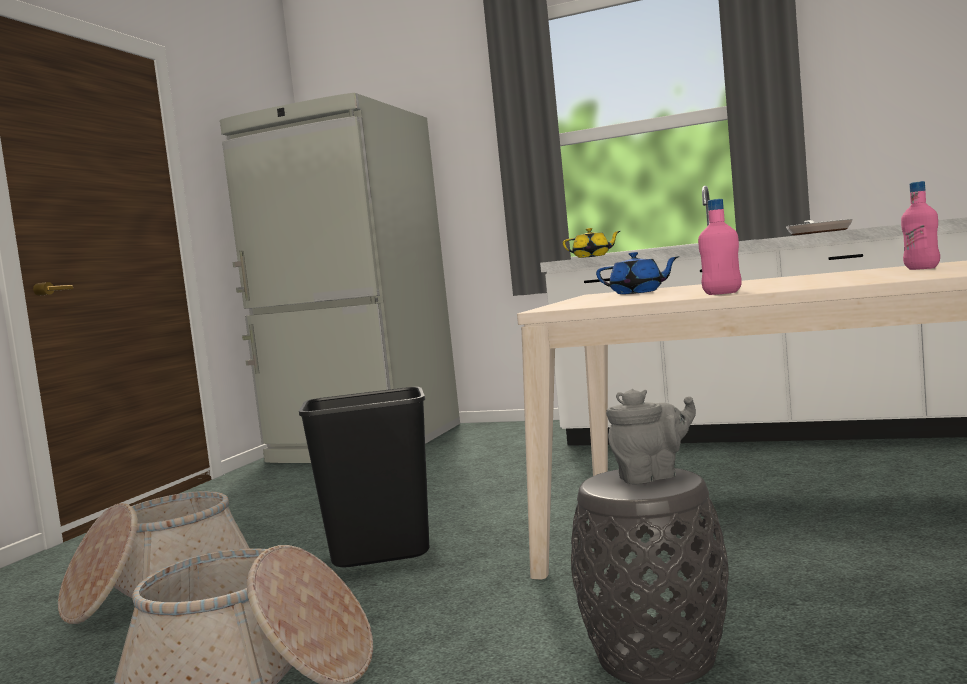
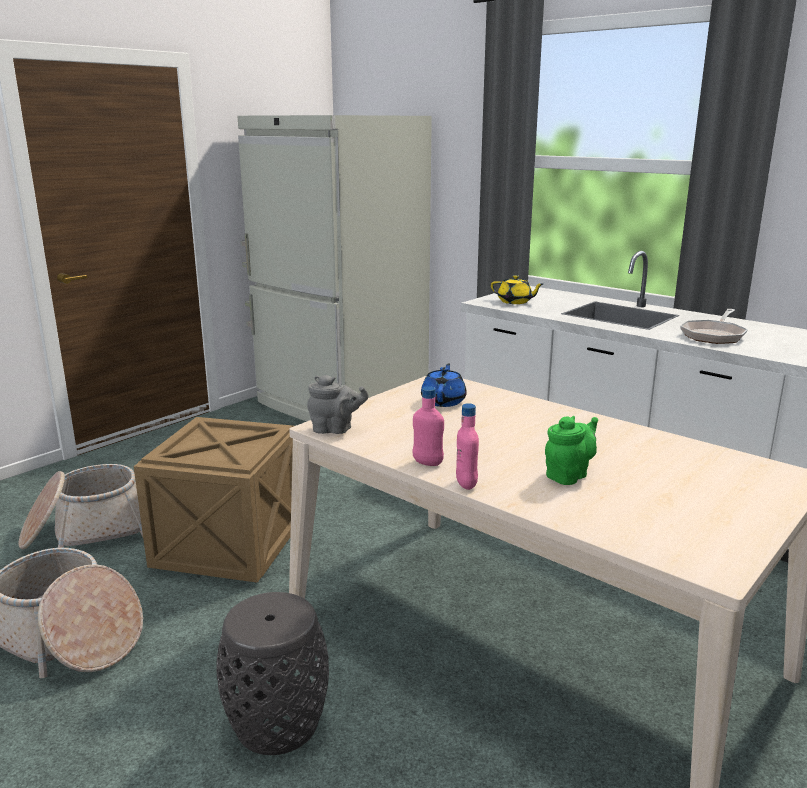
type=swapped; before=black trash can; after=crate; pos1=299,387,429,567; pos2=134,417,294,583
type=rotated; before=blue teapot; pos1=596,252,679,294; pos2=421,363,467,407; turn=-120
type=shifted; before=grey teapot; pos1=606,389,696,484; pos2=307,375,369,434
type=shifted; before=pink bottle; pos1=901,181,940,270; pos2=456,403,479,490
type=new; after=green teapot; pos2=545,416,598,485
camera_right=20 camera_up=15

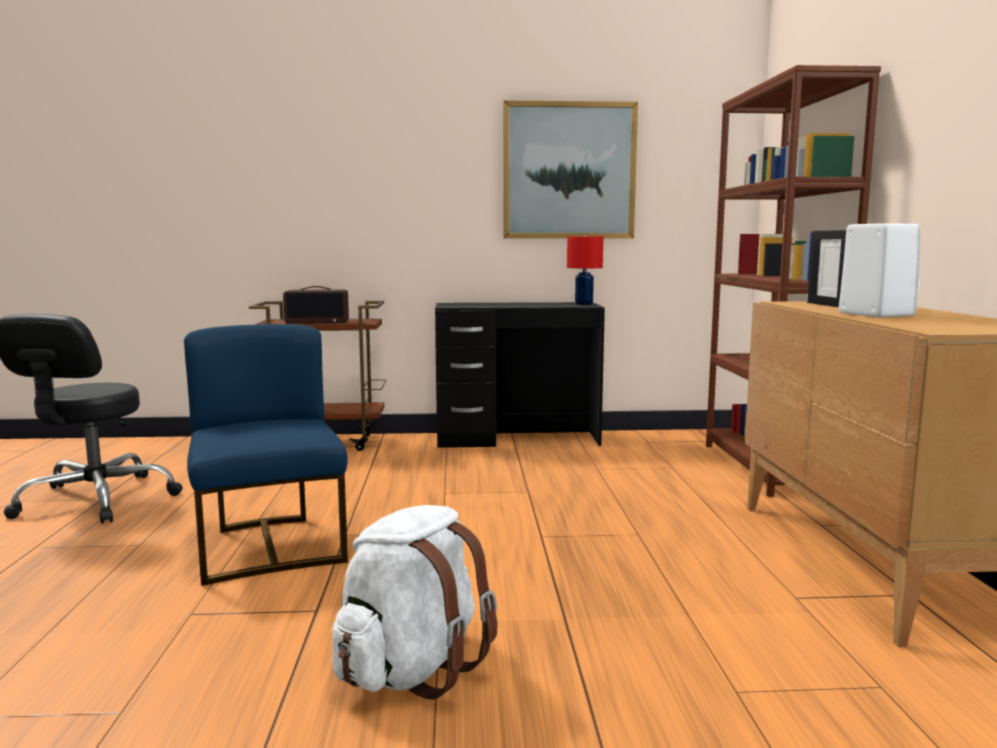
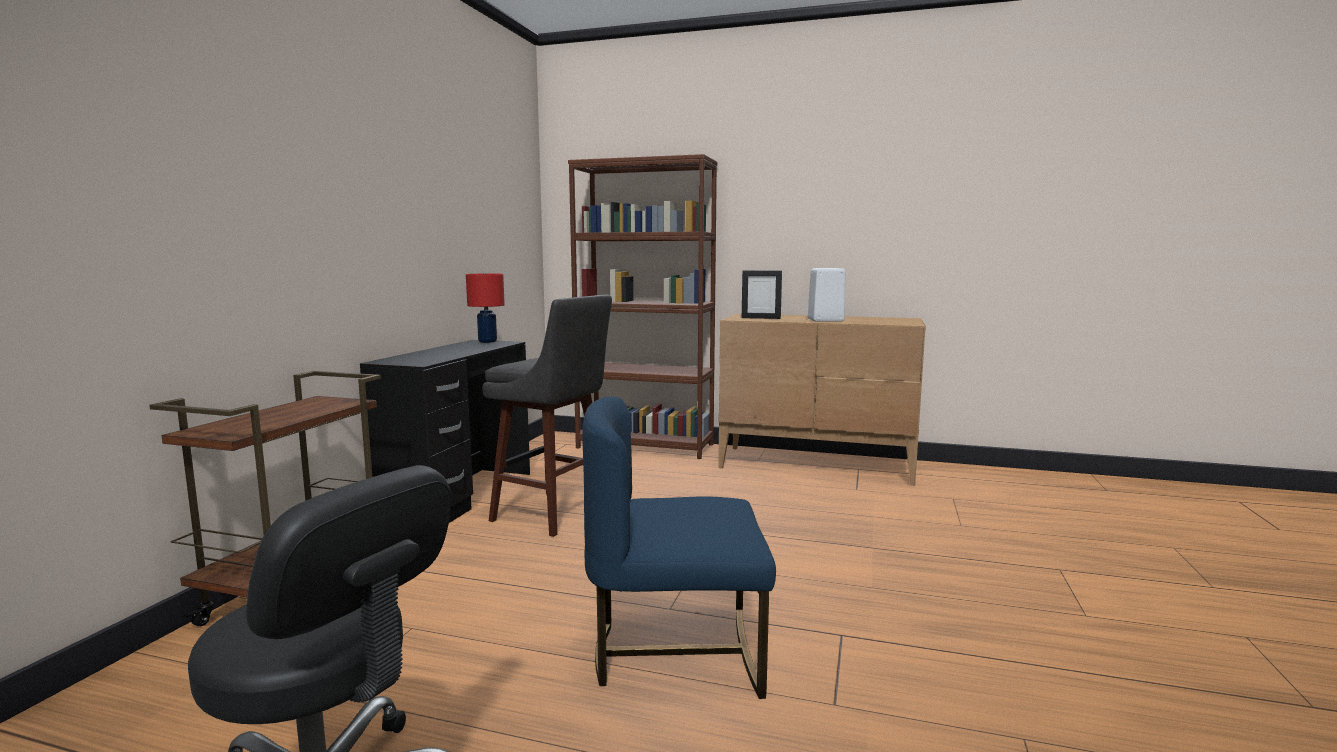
type=gone; before=radio; pos1=283,286,349,324
type=gone; before=white backpack; pos1=332,505,497,700
type=gone; before=picture; pos1=503,100,638,238
type=new; after=grey stool; pos2=483,295,612,537
camera_right=-70 camera_up=0

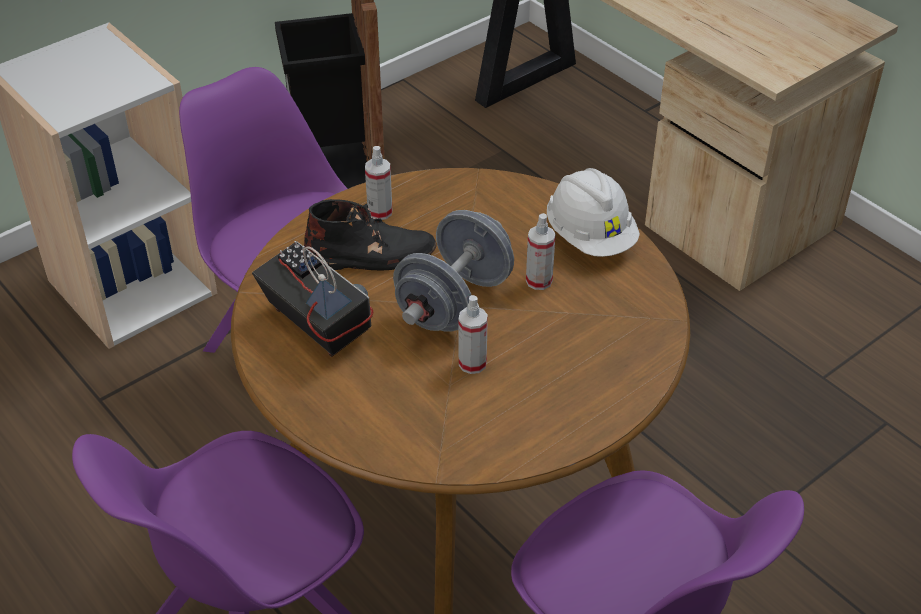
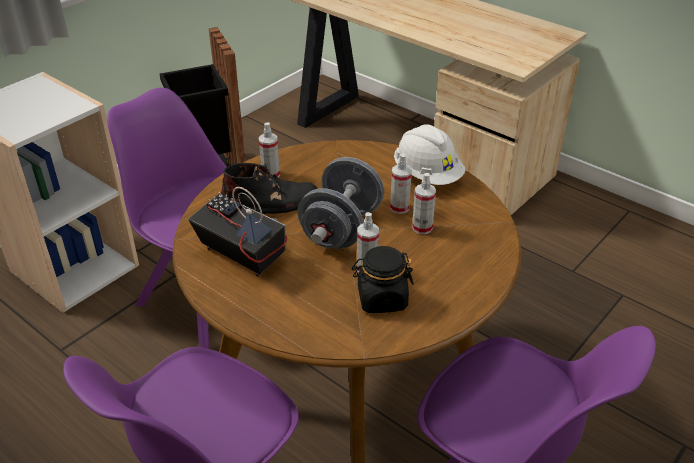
type=new; after=black jar; pos2=352,246,414,313
type=new; after=spray bottle; pos2=412,173,436,234
camera_right=-10 camera_up=-5

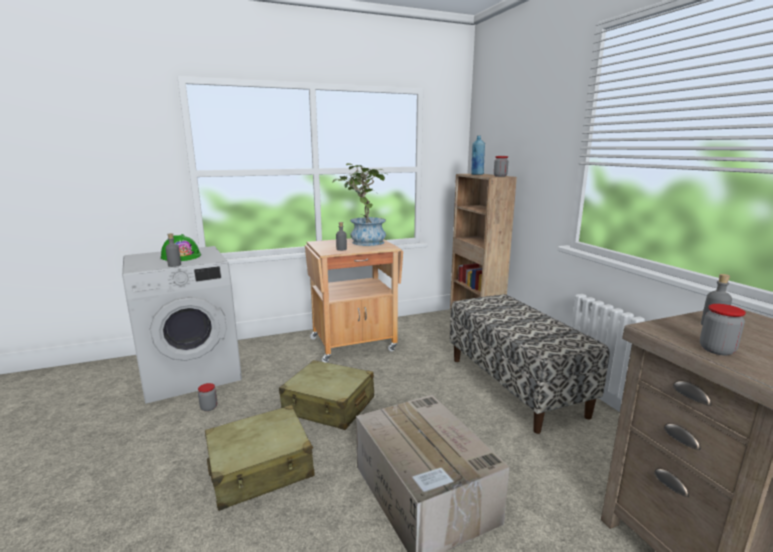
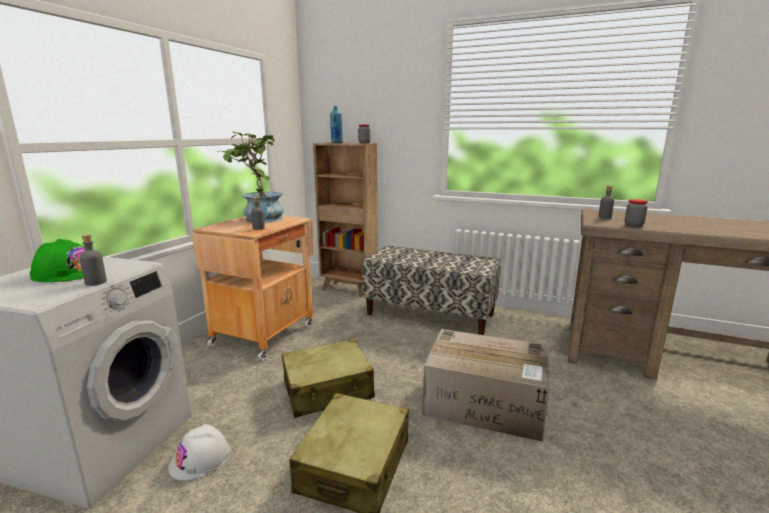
type=swapped; before=jar; after=white hard hat; pos1=198,383,217,411; pos2=168,424,231,480
camera_right=-45 camera_up=0

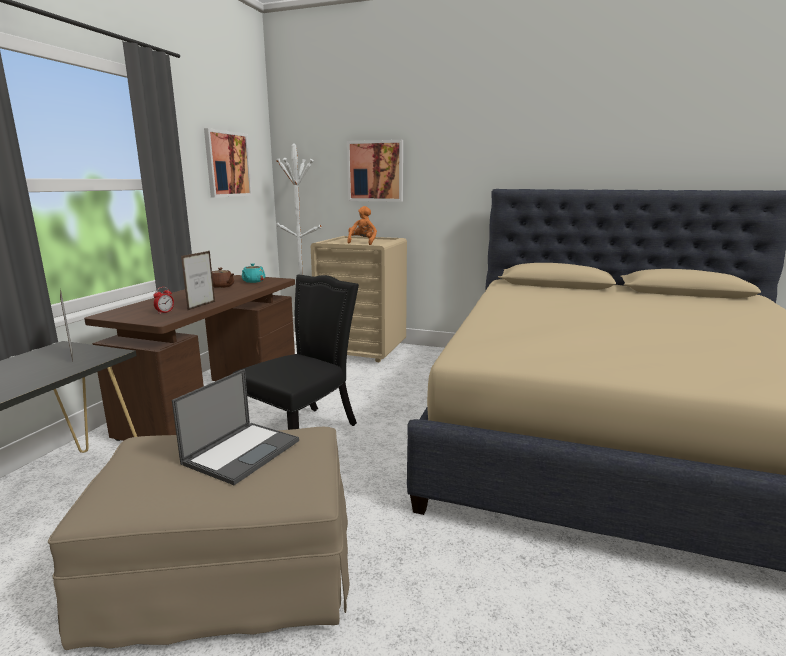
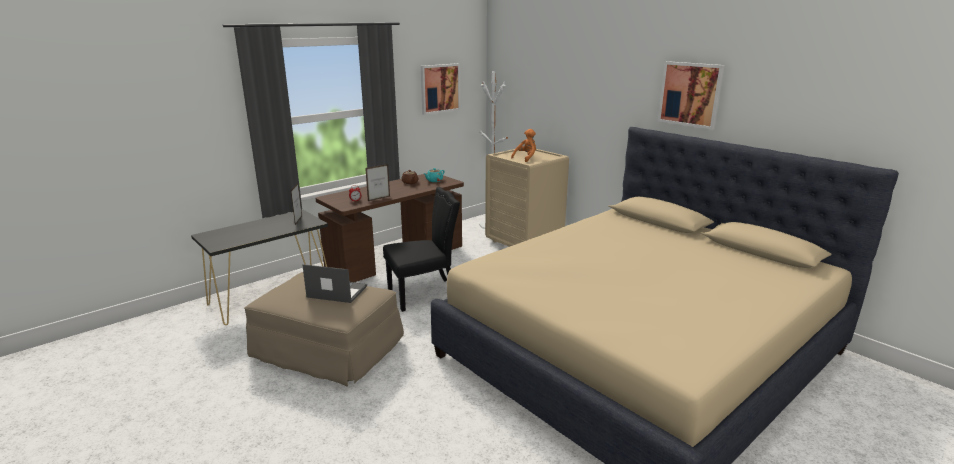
type=rotated; before=laptop; pos1=172,369,299,485; pos2=302,264,367,303; turn=-135
type=shifted; before=picture; pos1=347,140,403,202; pos2=658,61,725,130
camera_right=30 camera_up=5

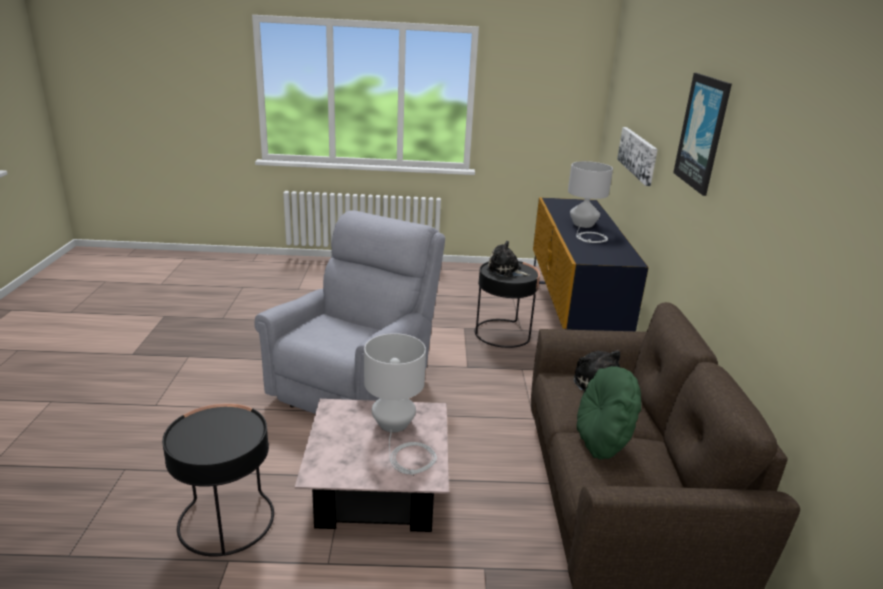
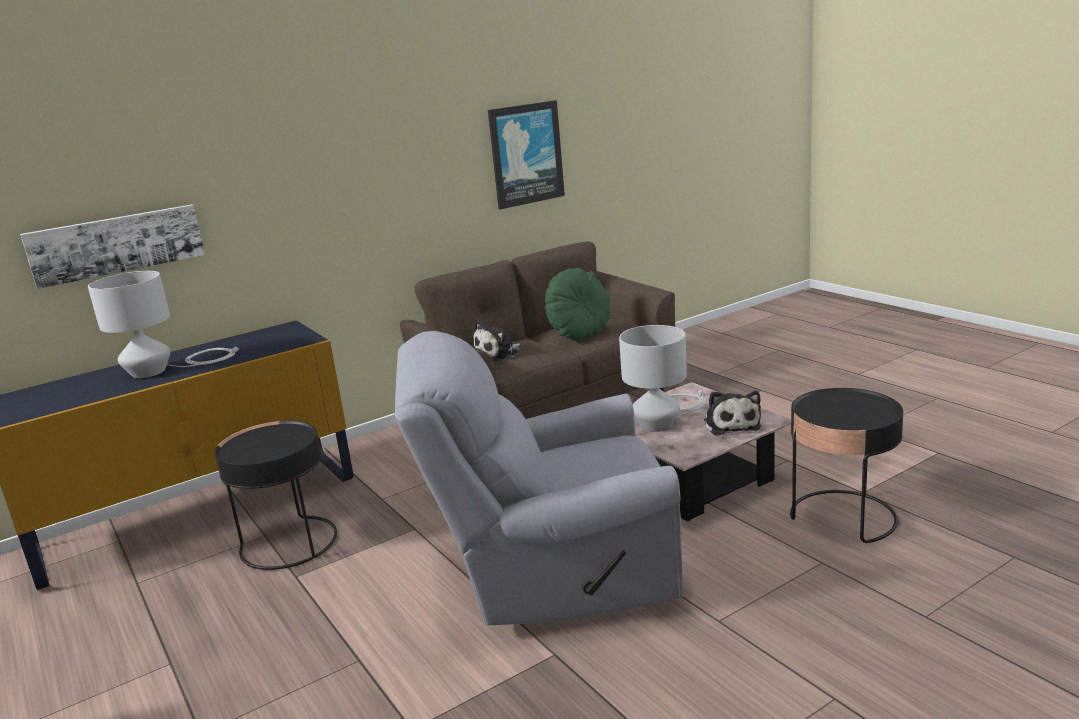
type=shifted; before=plush toy; pos1=487,241,530,277; pos2=704,391,761,436
type=shifted; before=picture; pos1=673,73,732,196; pos2=488,100,565,209
camera_right=-120 camera_up=-5

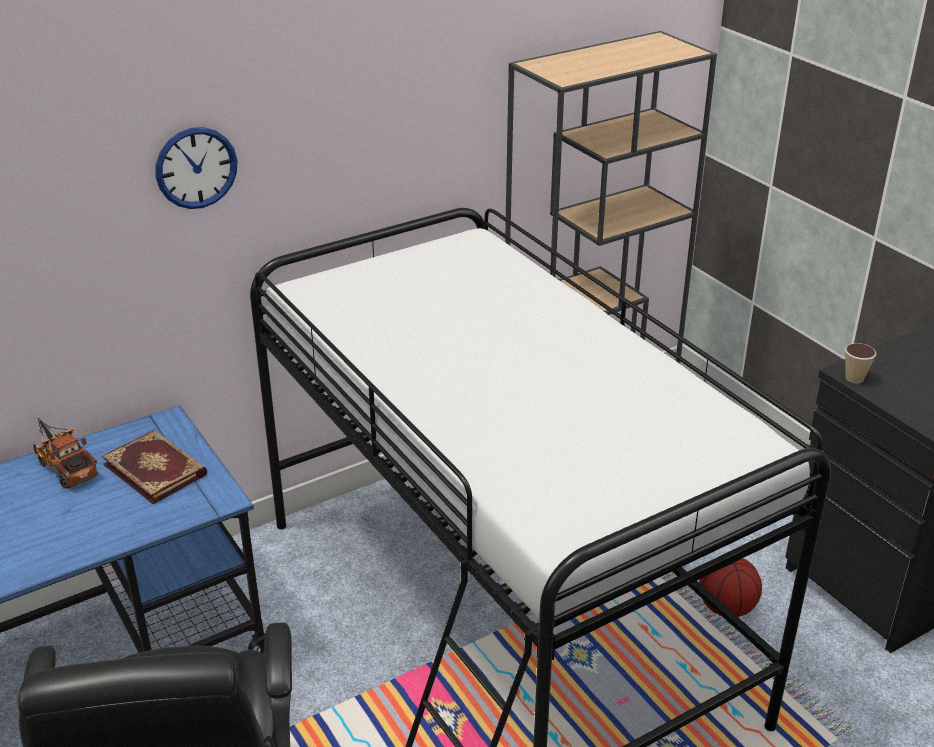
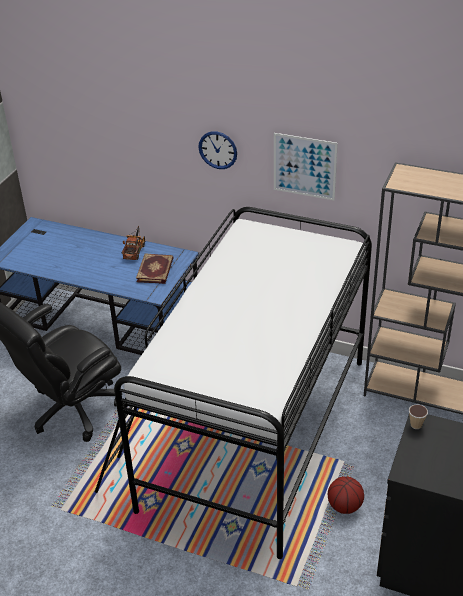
type=new; after=picture; pos2=274,133,338,201
camera_right=55 camera_up=5

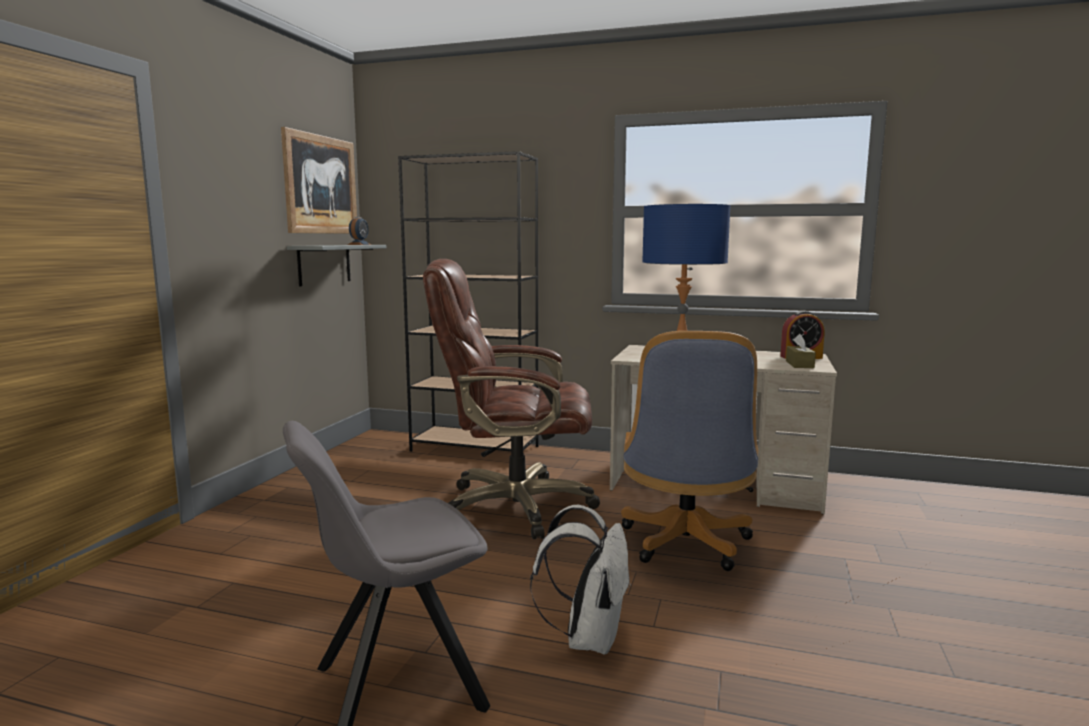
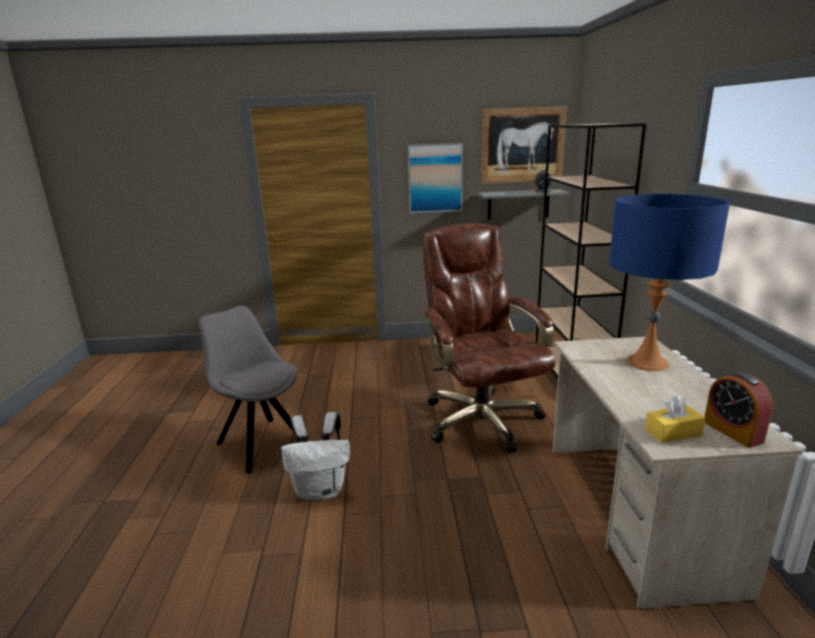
type=gone; before=blue office chair; pos1=621,331,758,571
type=repainted; before=brown tissue box; after=yellow tissue box; pos1=786,334,816,368; pos2=645,396,705,443
type=new; after=picture; pos2=408,143,463,213
camera_right=70 camera_up=10

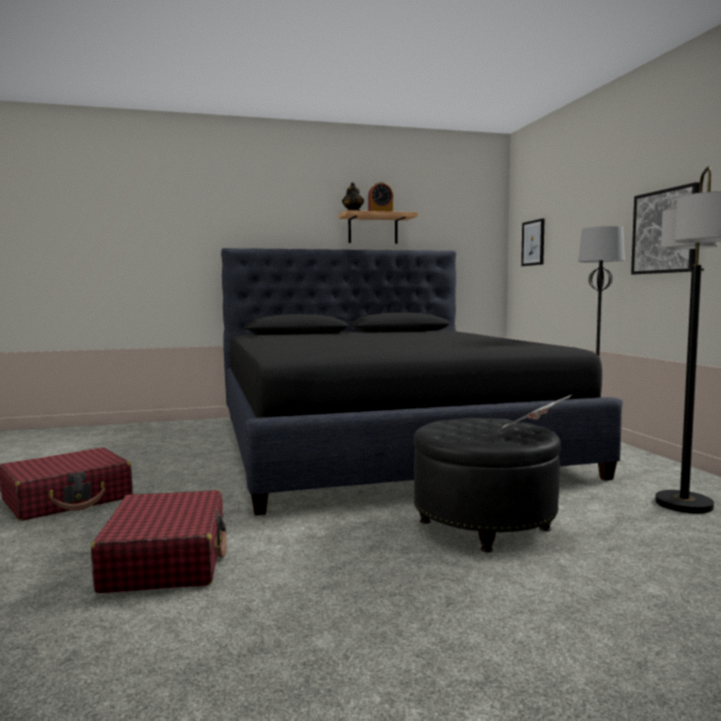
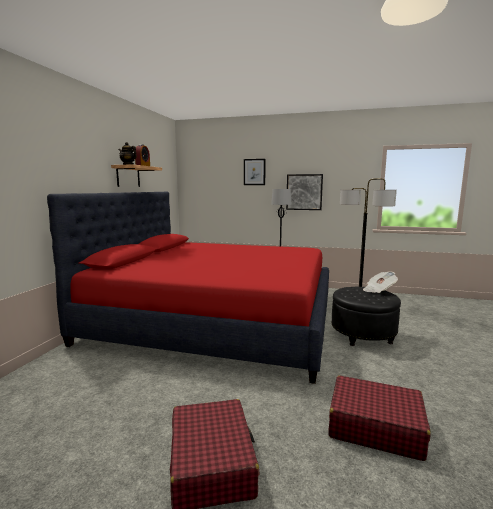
type=repainted; before=black bed; after=red bed; pos1=221,248,623,515; pos2=47,191,329,384
type=shifted; before=picture; pos1=521,218,545,266; pos2=244,159,266,185
camera_right=-60 camera_up=5

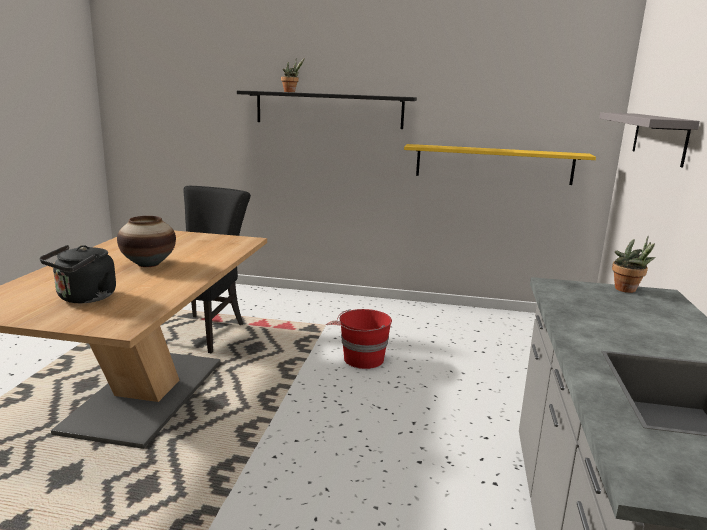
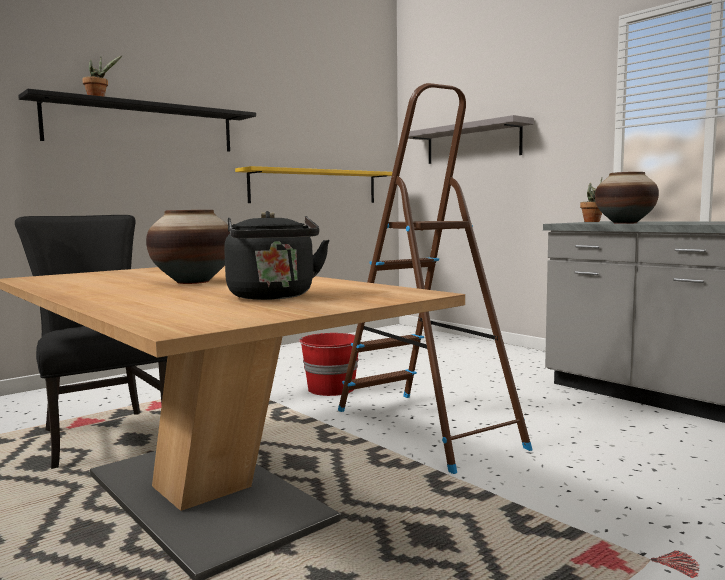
type=new; after=brown step ladder; pos2=338,83,533,474
type=new; after=vase; pos2=595,172,659,224
camera_right=-50 camera_up=-10

